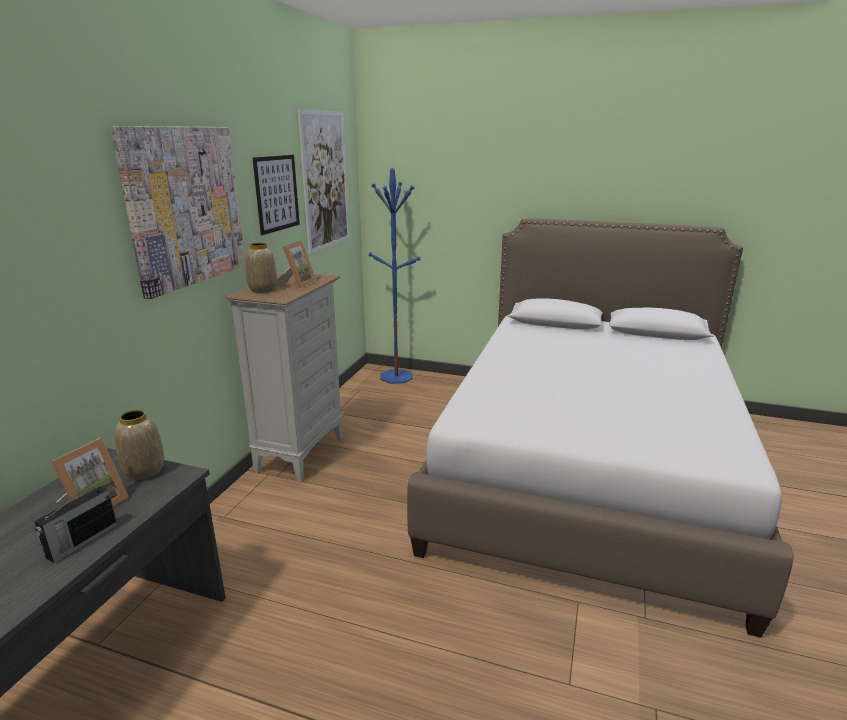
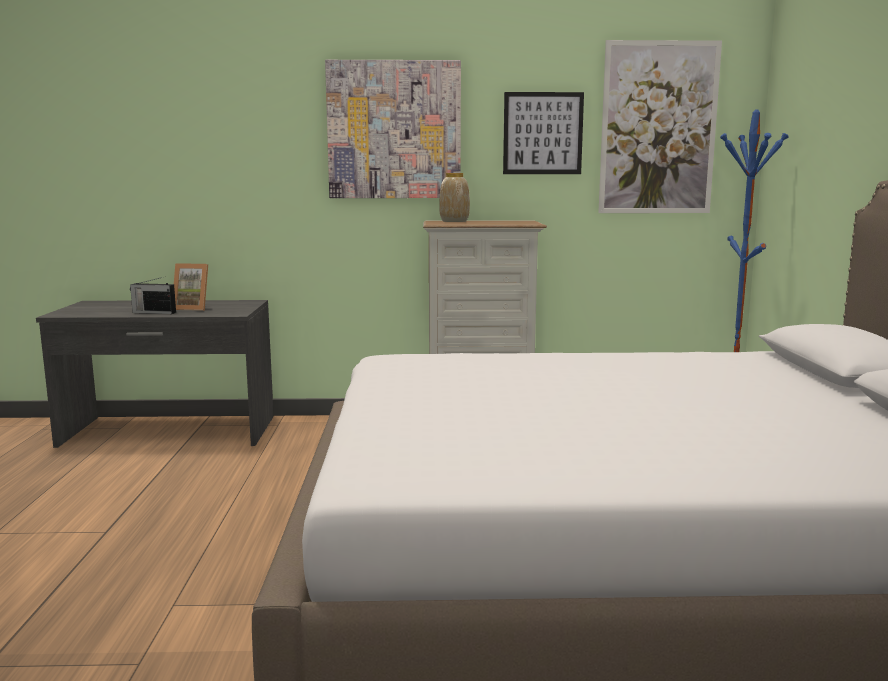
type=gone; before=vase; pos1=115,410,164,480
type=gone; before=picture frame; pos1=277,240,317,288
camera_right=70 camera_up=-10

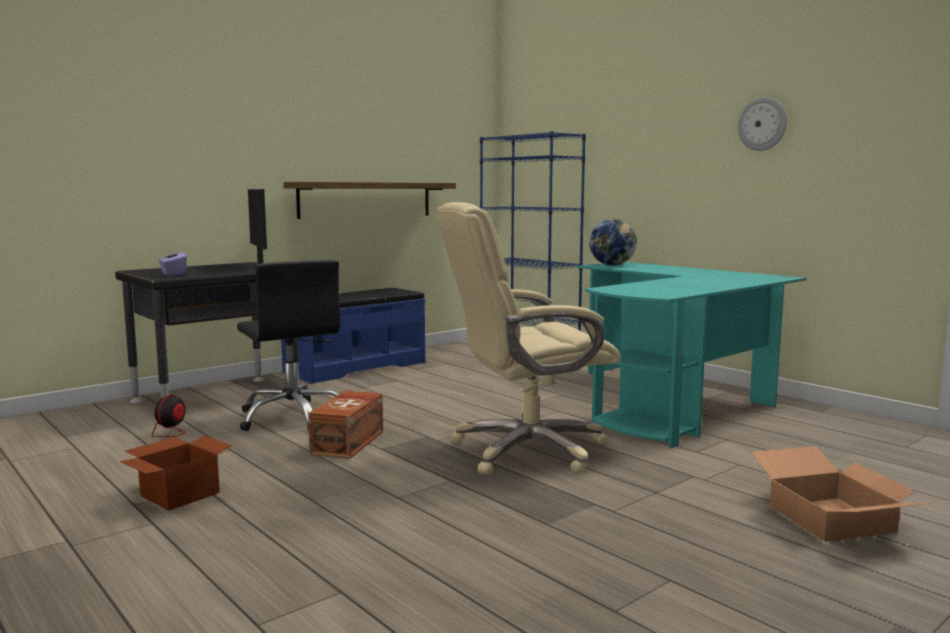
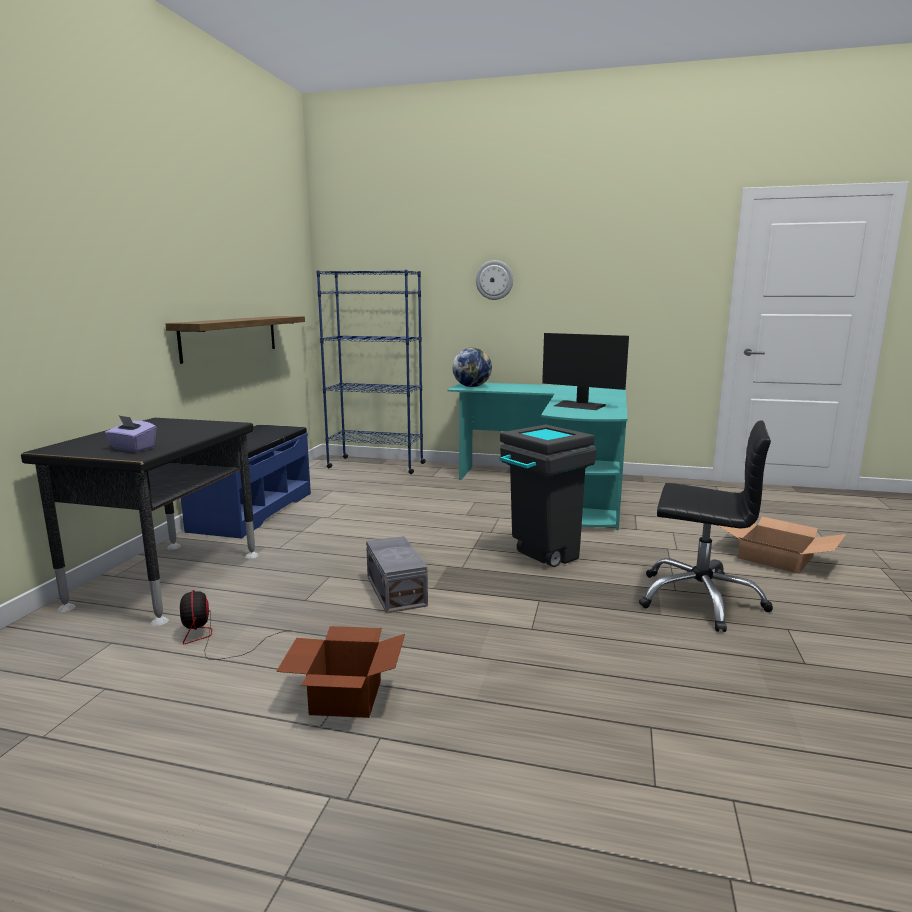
type=shifted; before=monitor; pos1=233,189,267,270; pos2=542,333,629,410
type=shifted; before=black office chair; pos1=237,260,340,431; pos2=639,421,773,632
type=repainted; before=brown storage box; after=grey storage box; pos1=308,391,383,459; pos2=366,536,428,613
type=swapped; before=beige office chair; after=grey trash can; pos1=436,202,620,475; pos2=500,425,596,567
type=shifted; before=wall clock; pos1=738,97,787,151; pos2=476,260,513,300
camera_right=-35 camera_up=5

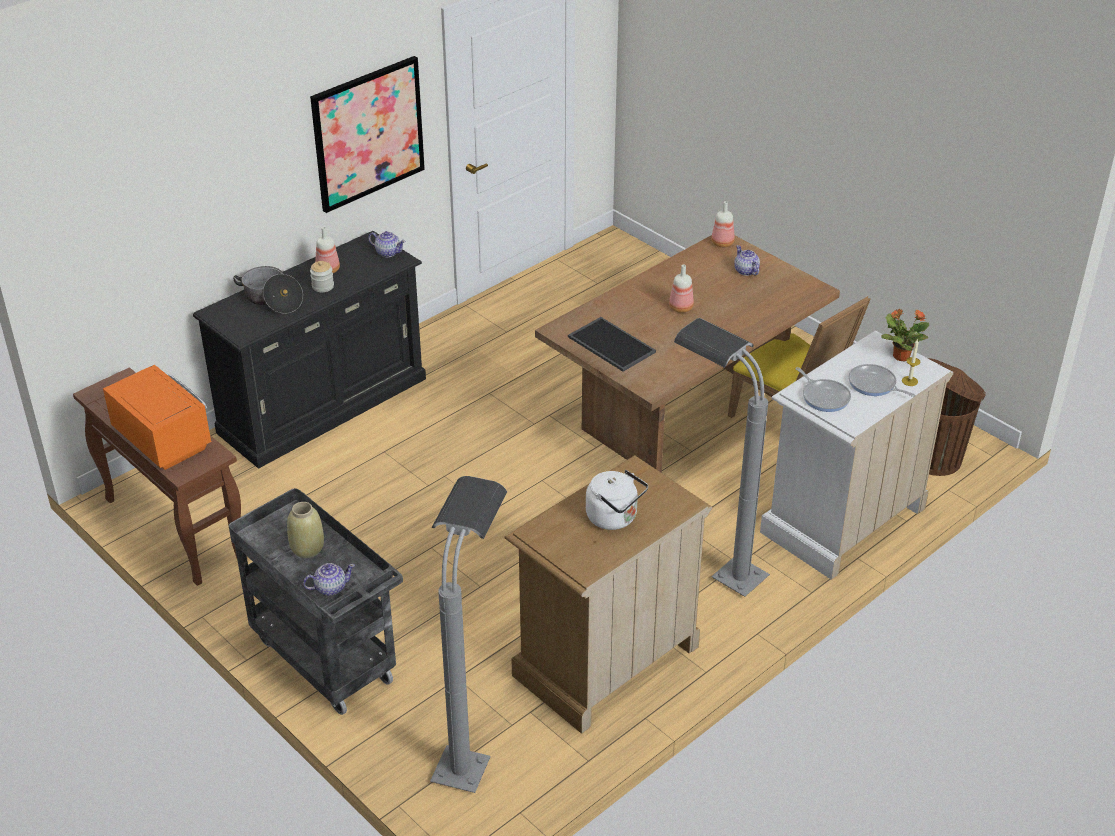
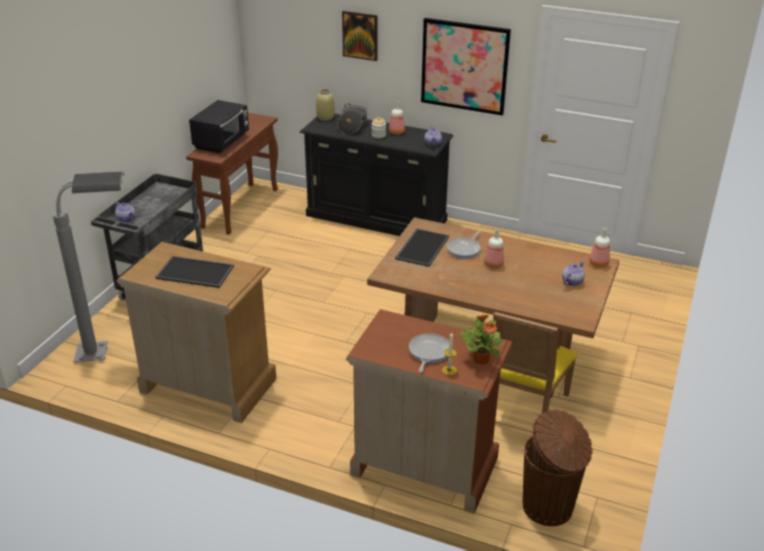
type=repainted; before=orange microwave; after=black microwave; pos1=103,365,212,470; pos2=189,100,249,154
type=shifted; before=beige vase; pos1=287,502,324,558; pos2=316,89,335,121
type=swapped; before=white kettle; after=tray; pos1=586,470,648,530; pos2=156,256,234,288
type=gone; before=grey floor lamp; pos1=674,318,770,597
type=repainted; before=white dresser; after=brown dresser; pos1=760,330,954,580; pos2=346,309,513,514
type=shifted; before=frying pan; pos1=796,367,851,412; pos2=447,230,481,258
type=new; after=picture; pos2=342,11,378,61
camera_right=65 camera_up=-5

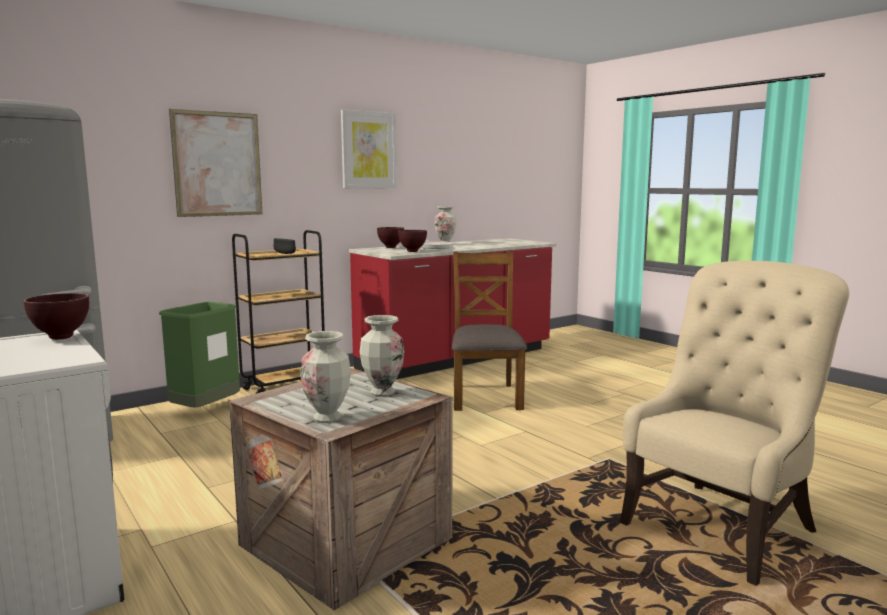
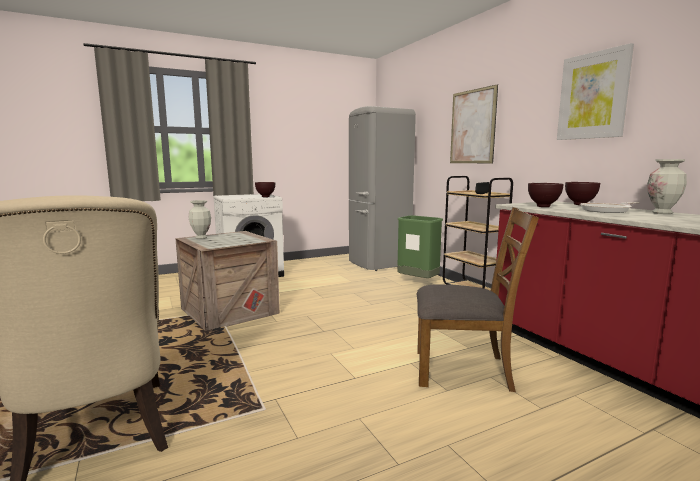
type=gone; before=vase; pos1=360,315,405,397
camera_right=100 camera_up=0

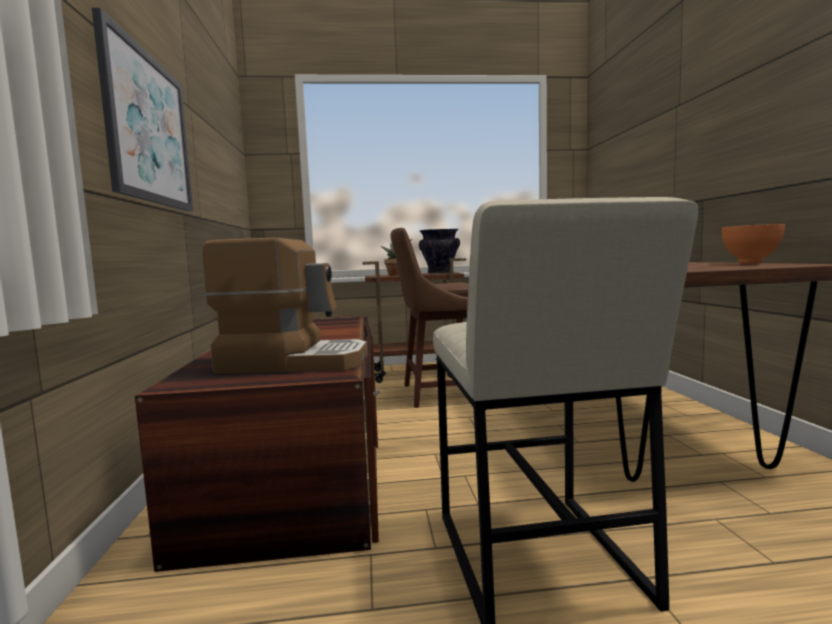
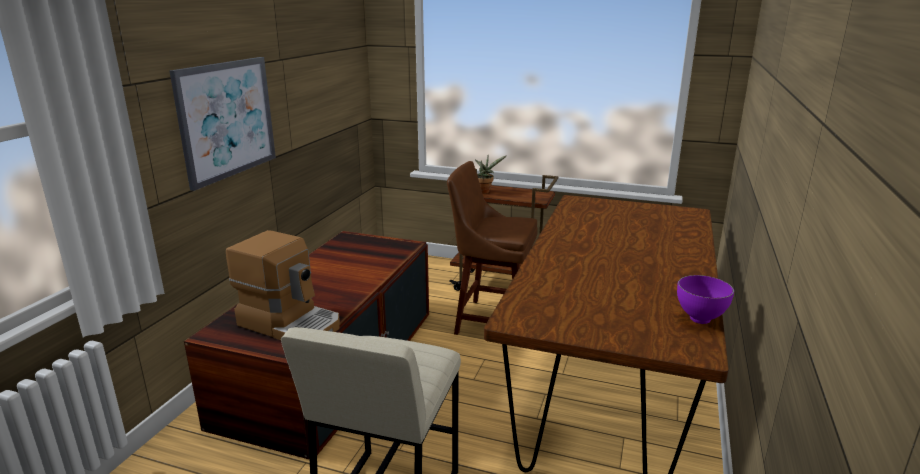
type=gone; before=vase; pos1=419,229,460,274
type=repainted; before=orange bowl; after=purple bowl; pos1=722,224,785,264; pos2=677,275,734,324
camera_right=25 camera_up=15

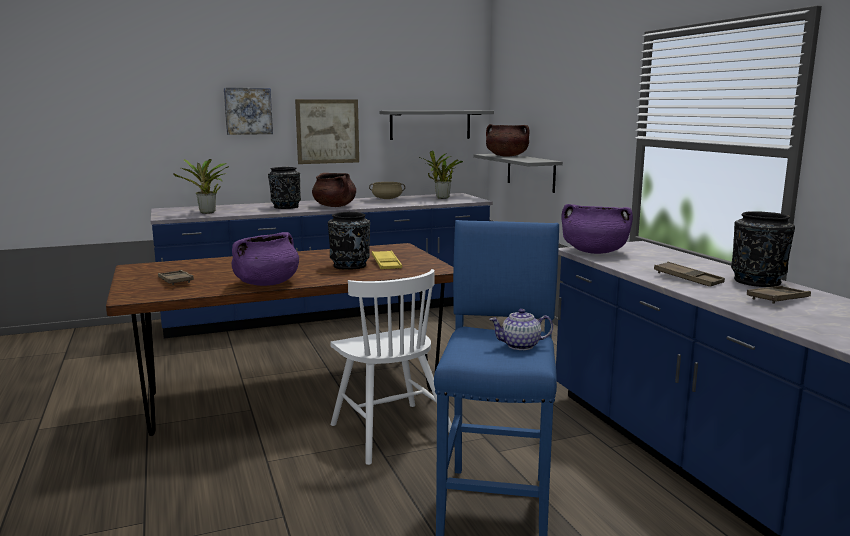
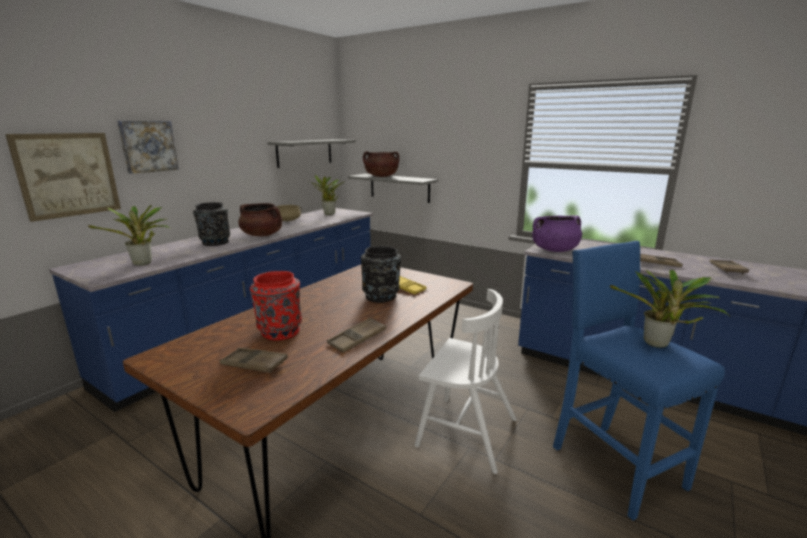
type=swapped; before=purple cooking pot; after=brown tray; pos1=231,232,299,286; pos2=327,318,386,353
type=shifted; before=picture; pos1=295,99,359,164; pos2=5,133,121,222
type=swapped; before=teapot; after=potted plant; pos1=489,309,553,350; pos2=610,270,731,348
type=gone; before=black vase; pos1=731,211,795,287
type=new; after=red vase; pos2=250,271,302,341
camera_right=-35 camera_up=5

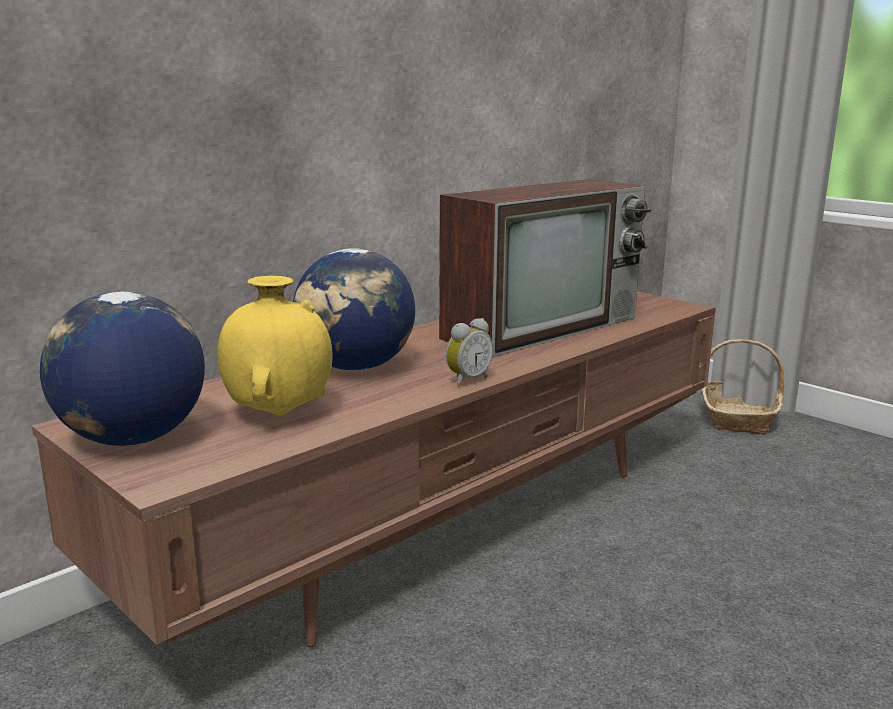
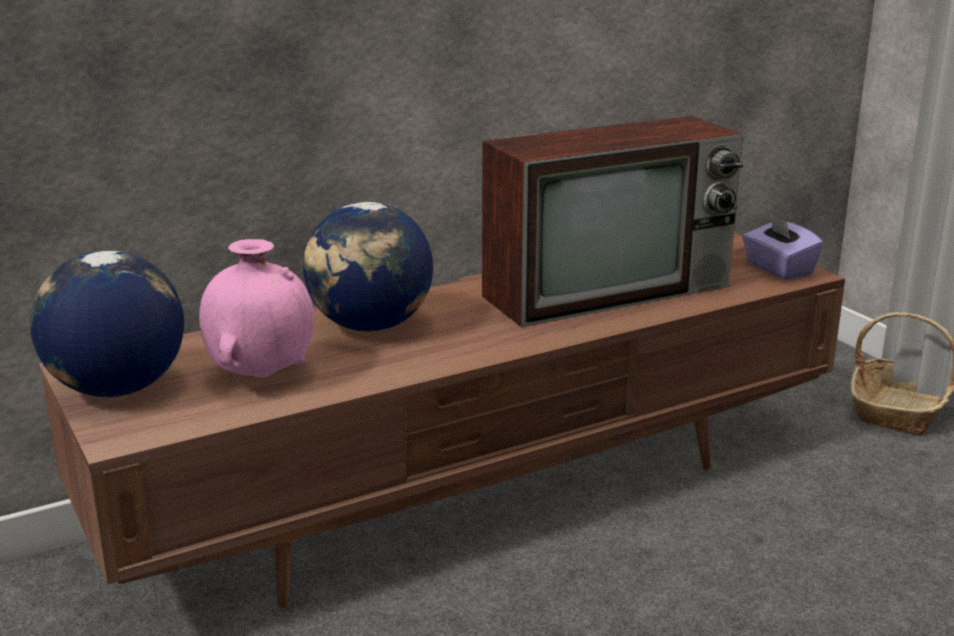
type=repainted; before=yellow vase; after=pink vase; pos1=217,276,333,416; pos2=199,239,314,378
type=gone; before=alarm clock; pos1=446,318,493,386
type=new; after=purple tissue box; pos2=742,213,823,280
camera_right=15 camera_up=5

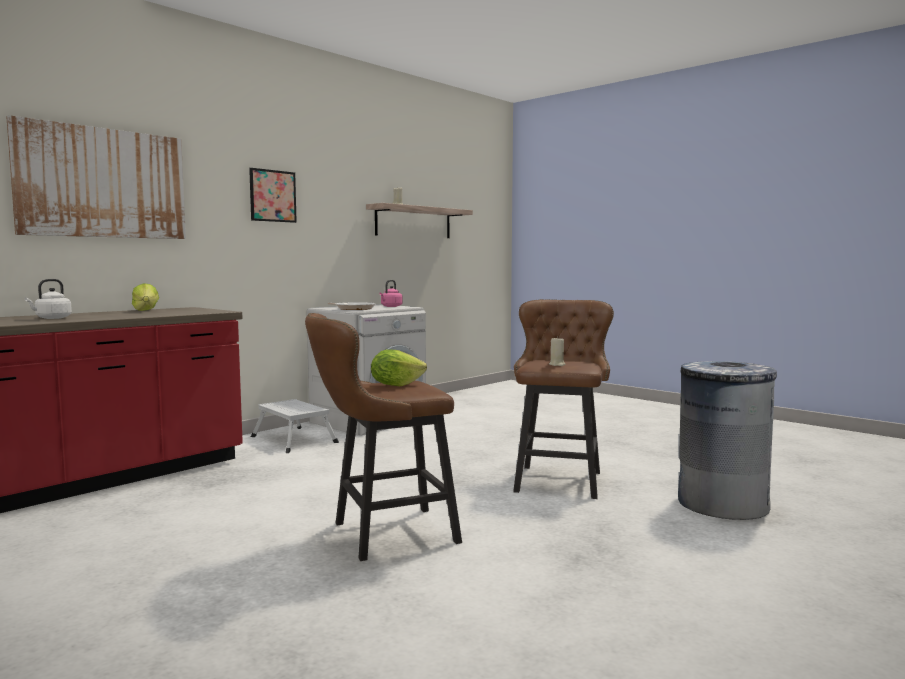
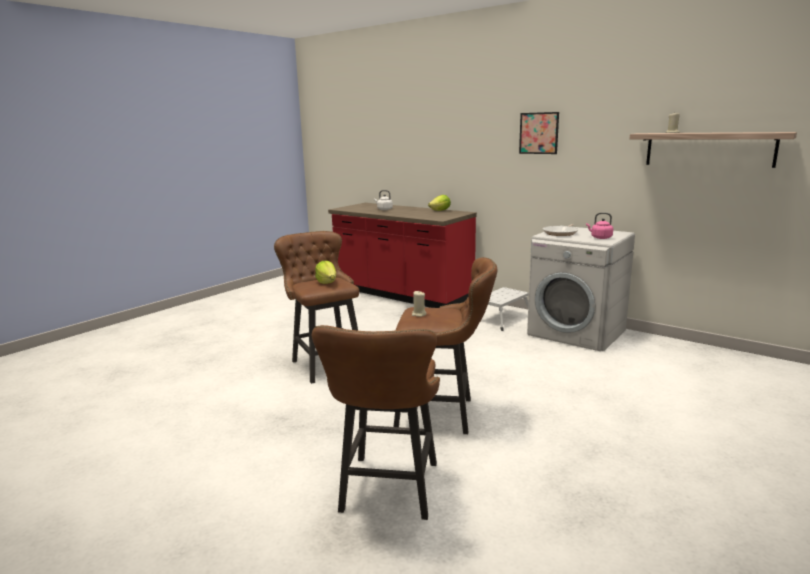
type=gone; before=picture; pos1=6,115,186,239
type=swapped; before=grey trash can; after=brown stool; pos1=678,361,777,520; pos2=312,325,440,520
camera_right=85 camera_up=10

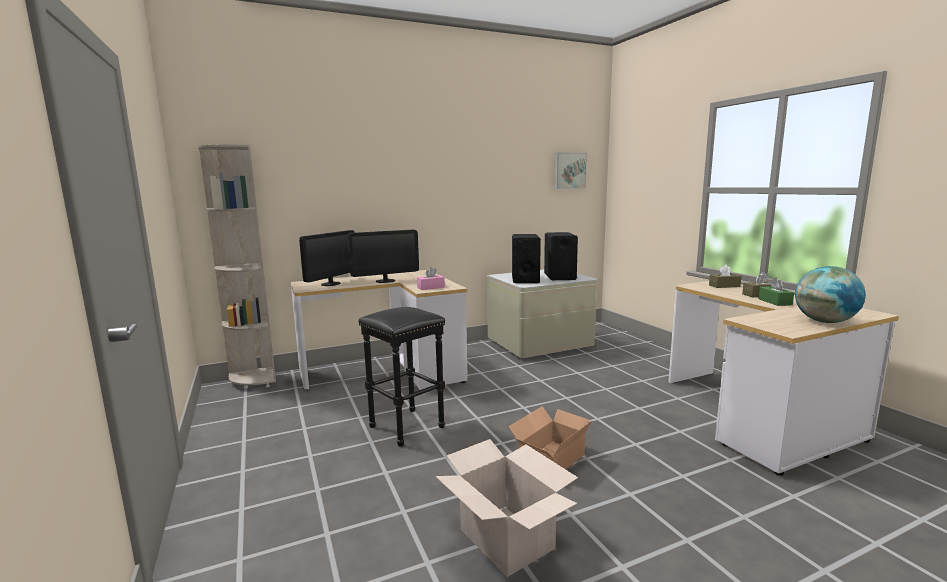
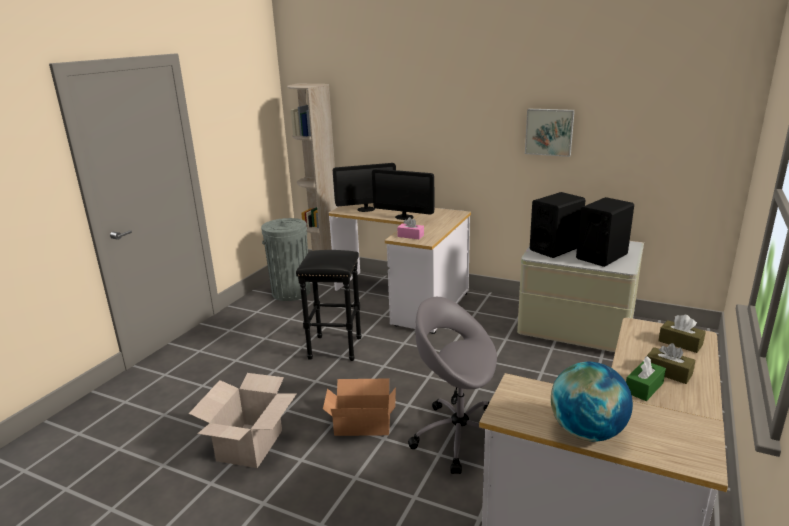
type=shifted; before=picture; pos1=554,152,587,189; pos2=525,109,575,157
type=new; after=grey trash can; pos2=261,218,311,301
type=new; after=grey office chair; pos2=408,297,497,474
camera_right=50 camera_up=10

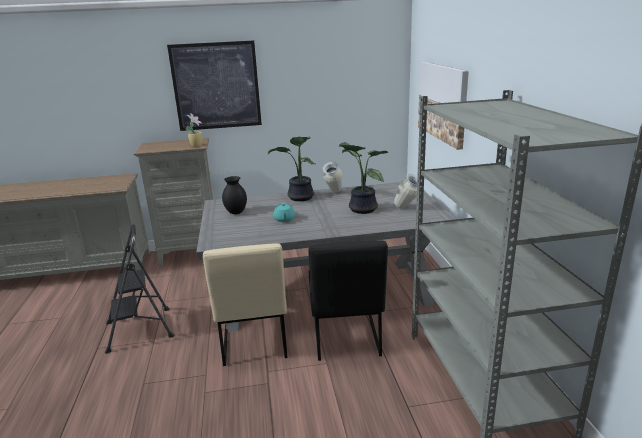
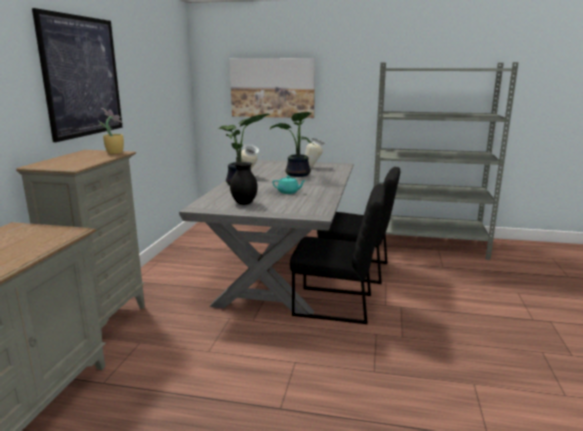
type=gone; before=black step ladder; pos1=105,224,175,354
type=repainted; before=beige chair; after=black chair; pos1=203,243,288,366; pos2=290,184,385,324
camera_right=-70 camera_up=-5

